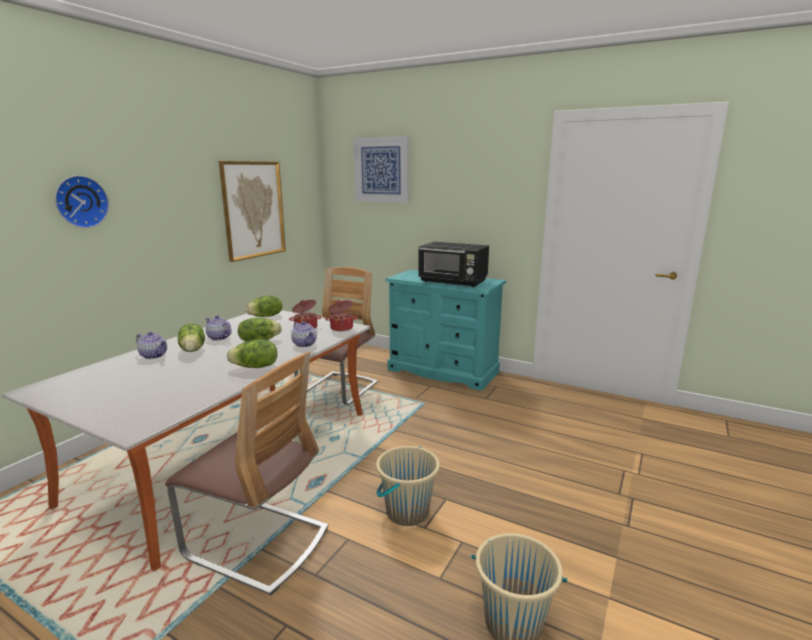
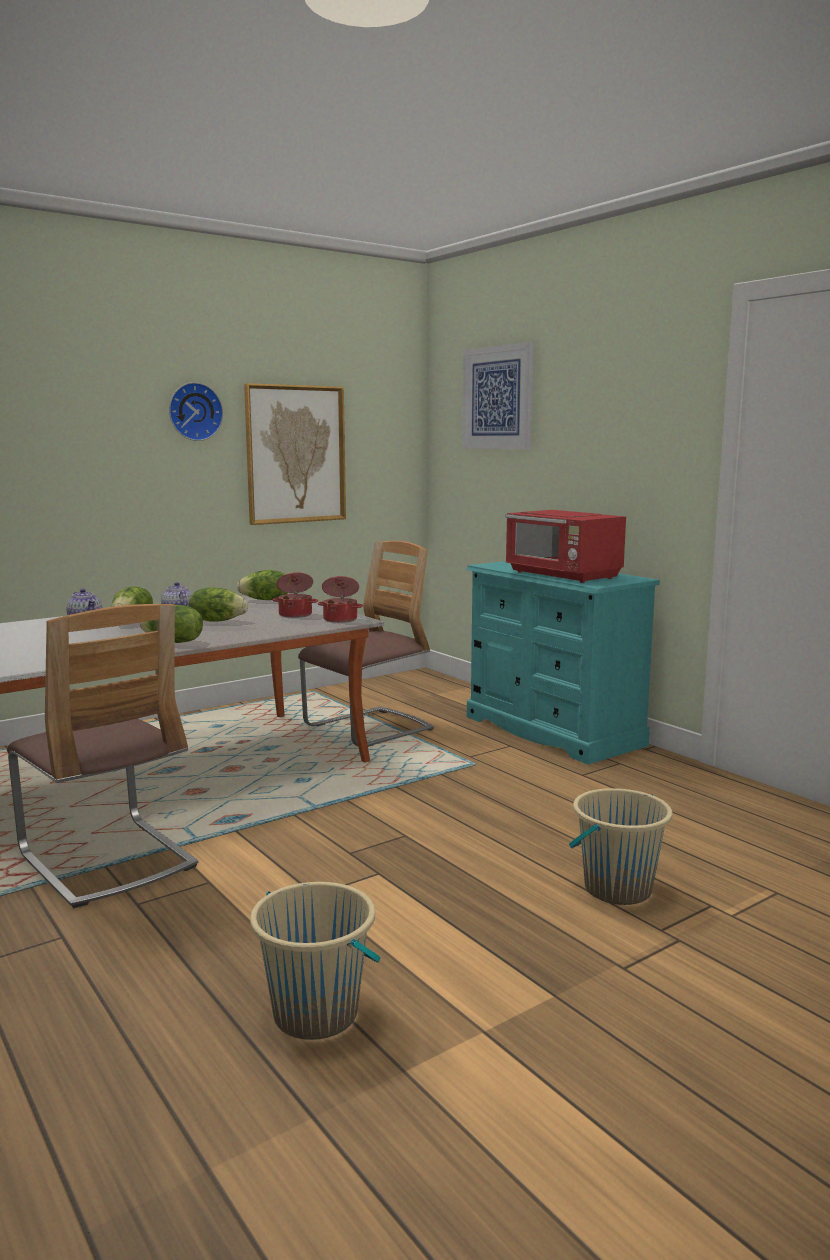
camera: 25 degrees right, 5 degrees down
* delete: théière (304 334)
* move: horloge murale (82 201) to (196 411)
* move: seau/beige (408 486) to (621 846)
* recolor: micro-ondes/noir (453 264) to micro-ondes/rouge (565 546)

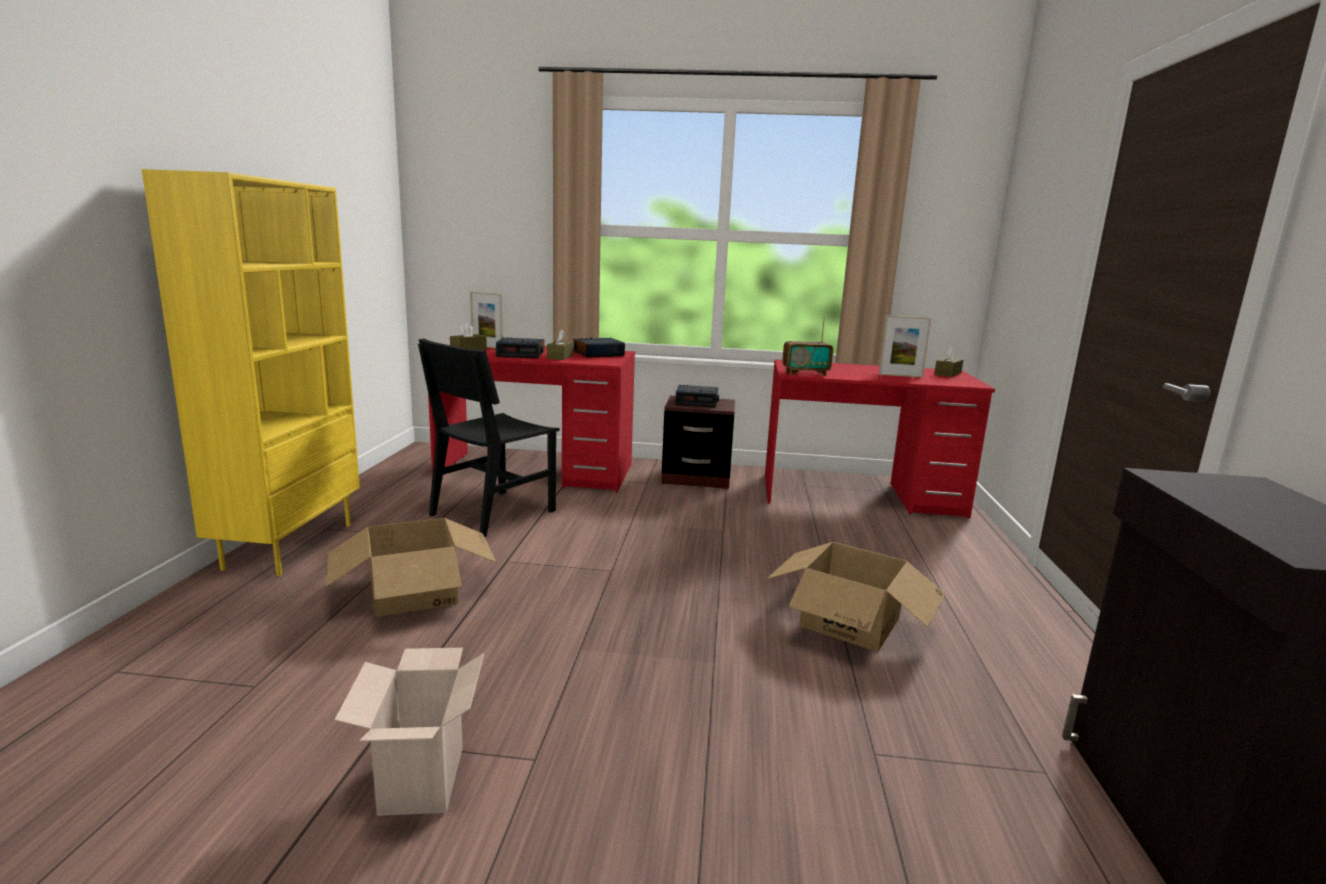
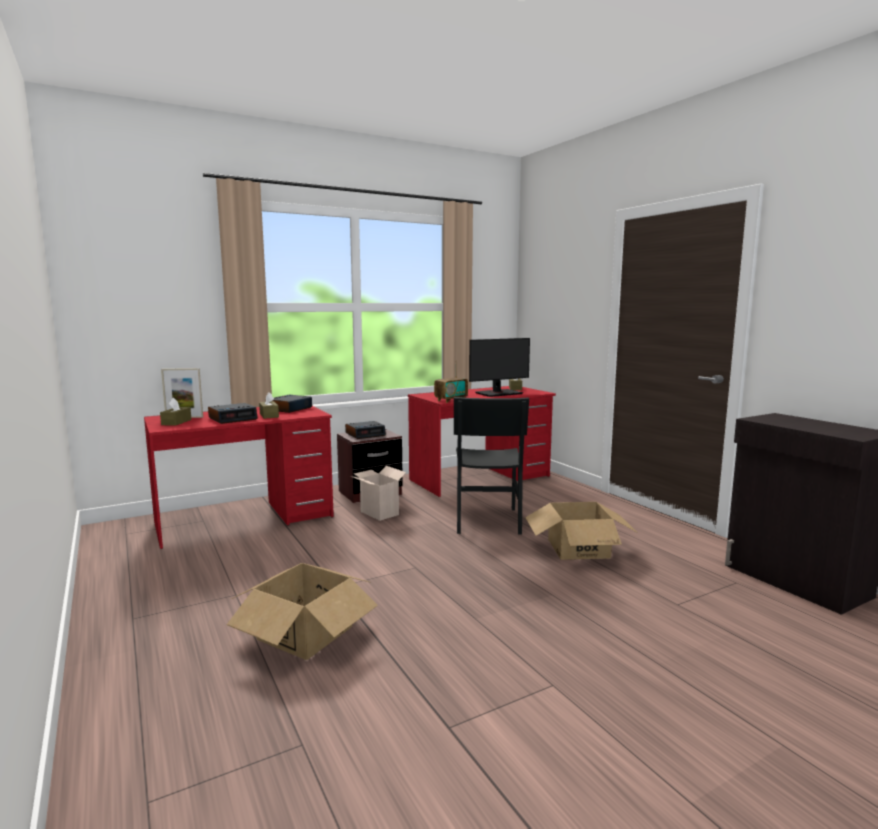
camera: 35 degrees left, 5 degrees down
* delete: bibliothèque/jaune (250 372)
* move: carton (409 732) to (378 493)
* move: chaise/noir (489 437) to (491 466)
* replace: cadre photo (905 346) to écran d'ordinateur (499 367)

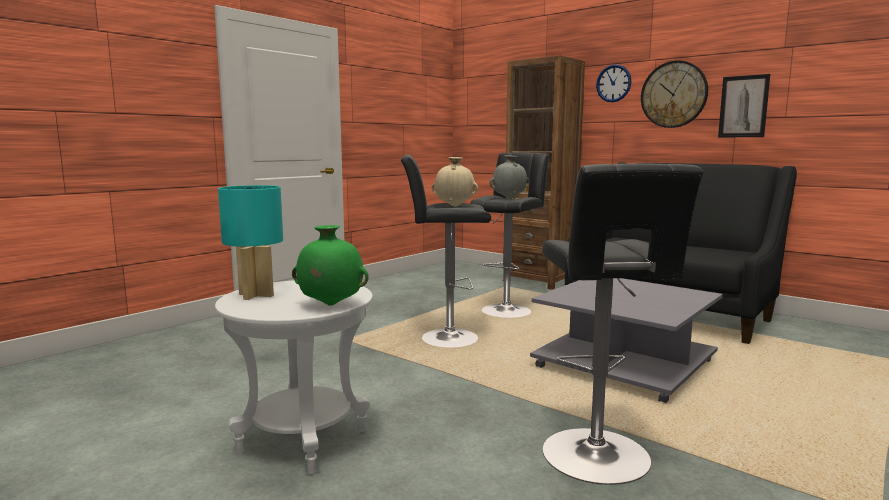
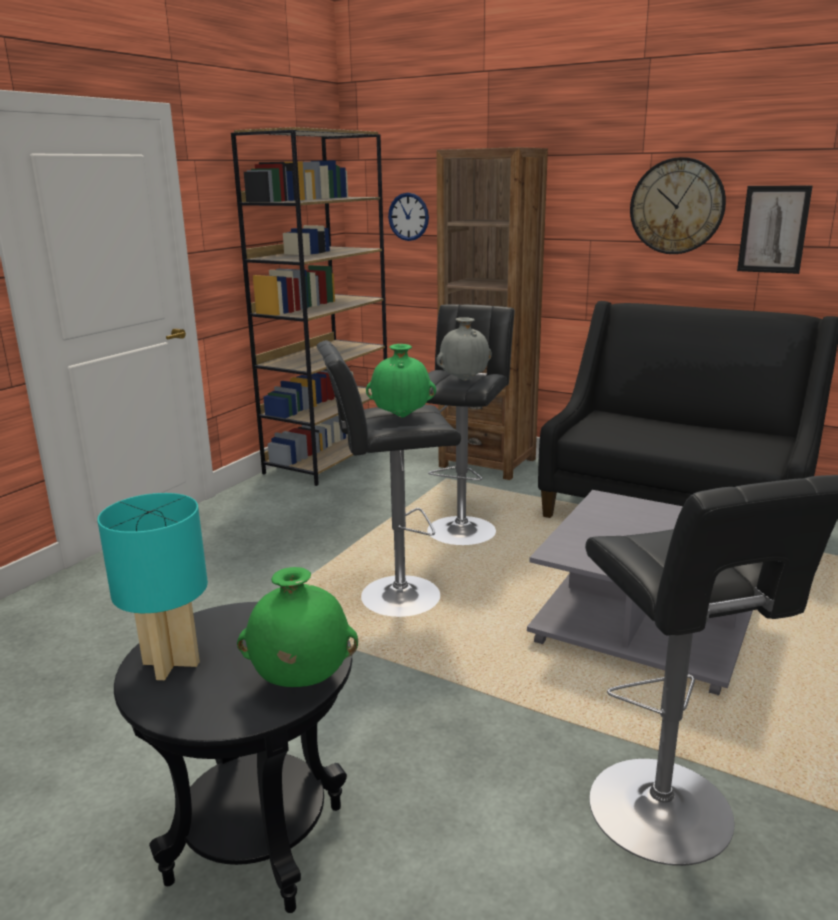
camera: 10 degrees left, 10 degrees up
* insert: bibliothèque/marron (309 306)
* move: horloge murale (613 83) to (408 217)
* recolor: table d'appoint/blanc (294 377) to table d'appoint/noir (233 757)
* recolor: vase/beige (455 182) to vase/vert (401 381)

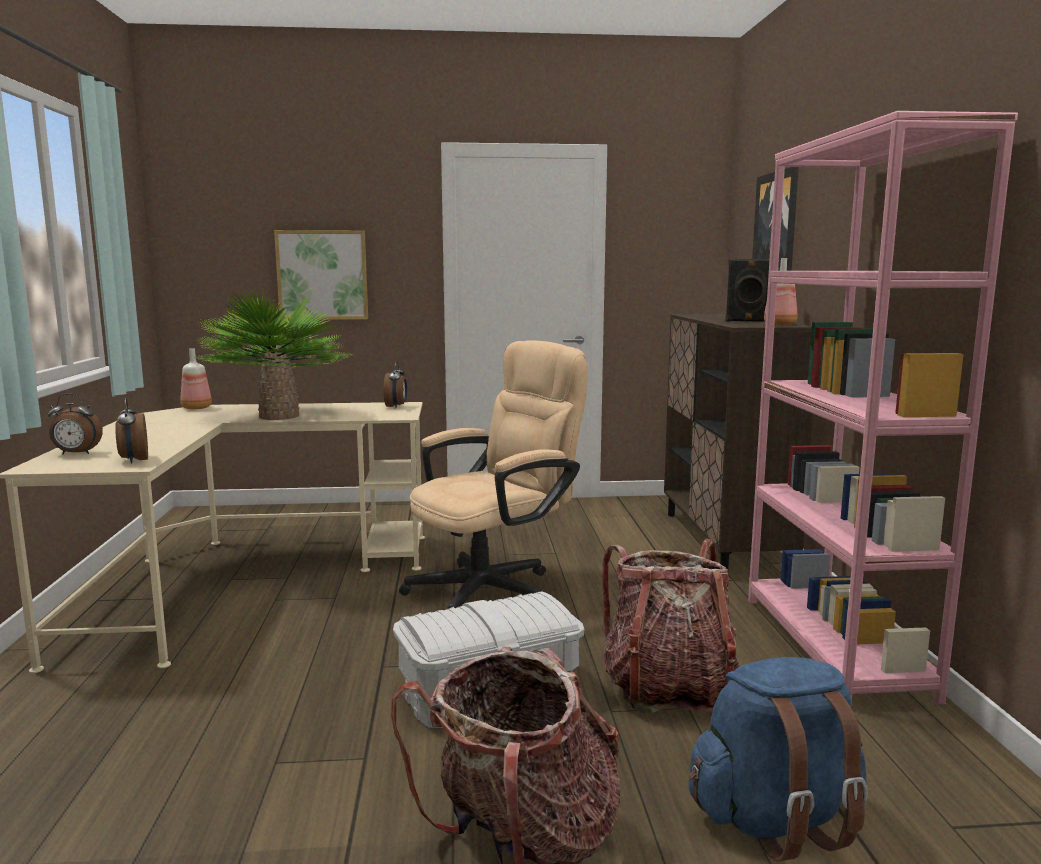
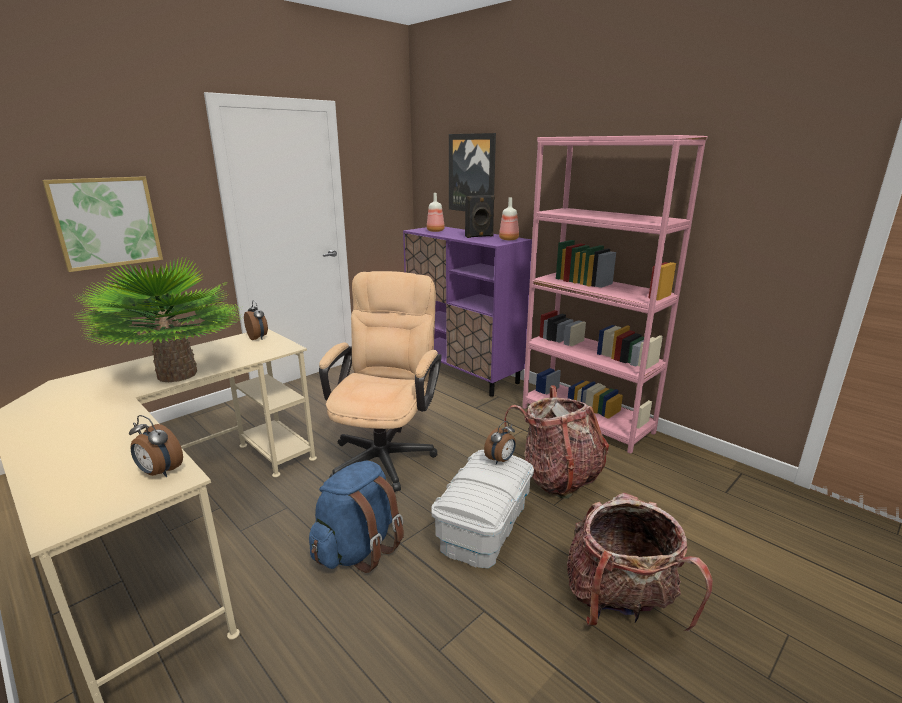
camera: 40 degrees left, 10 degrees up
* move: réveil (75 423) to (500 443)
* move: bouteille (196 378) to (436 212)
* move: sac à dos/bleu (778 759) to (356 517)
* recolor: meuble de rangement/marron (738 441) to meuble de rangement/violet (467 312)

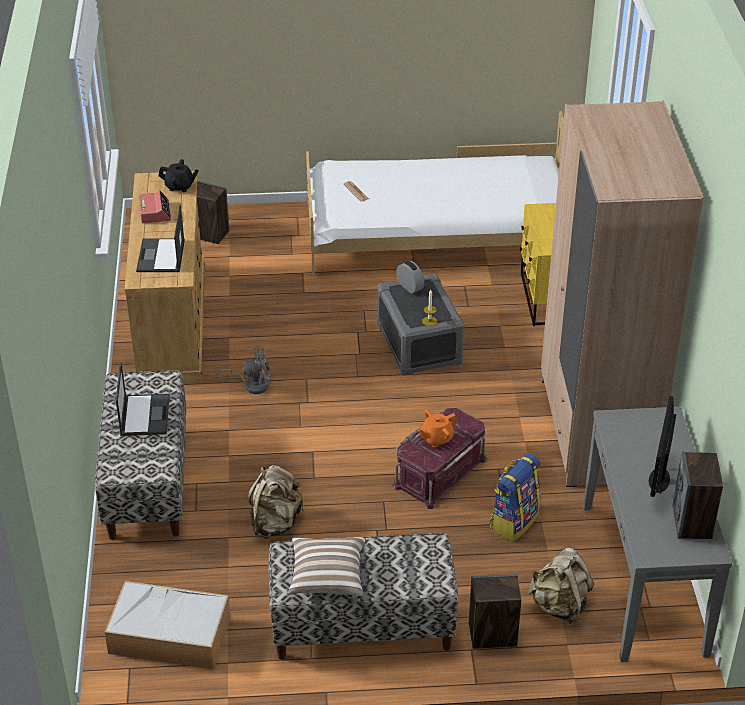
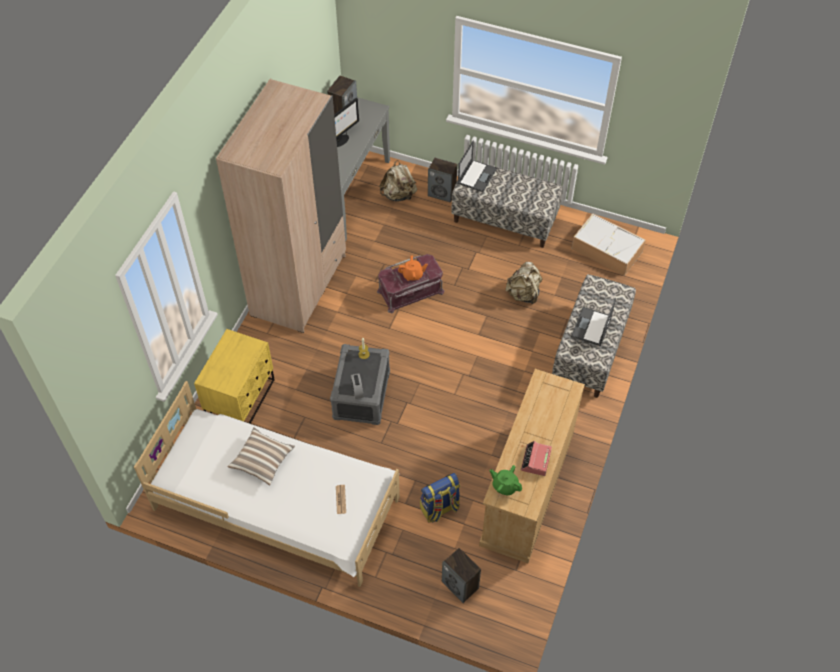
camera: 155 degrees left, 15 degrees up
* delete: ventilateur/gris (244 369)
* move: ordinateur portable (160 238) to (477 166)
* move: coussin (327 566) to (261 456)
* move: sac à dos (515 497) to (440 498)
* recolor: théière/noir (178 175) to théière/vert (506 480)

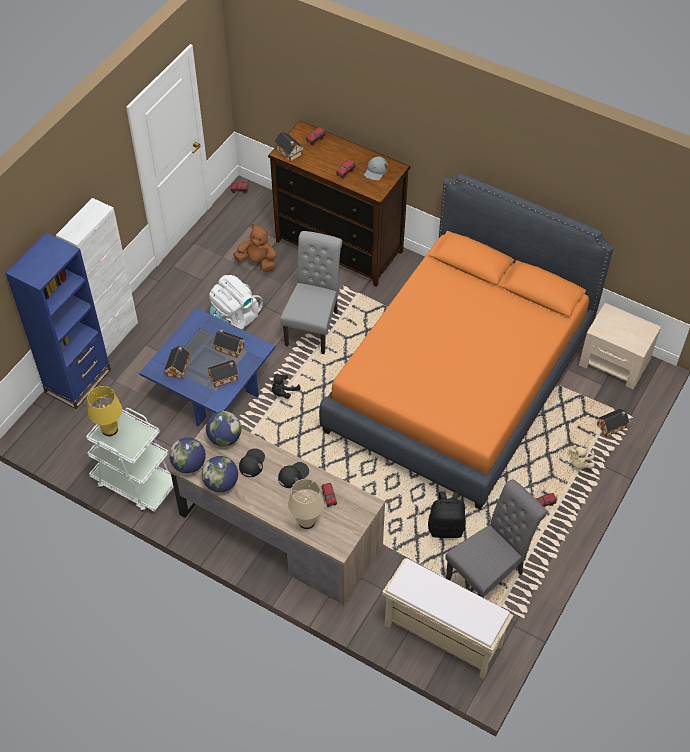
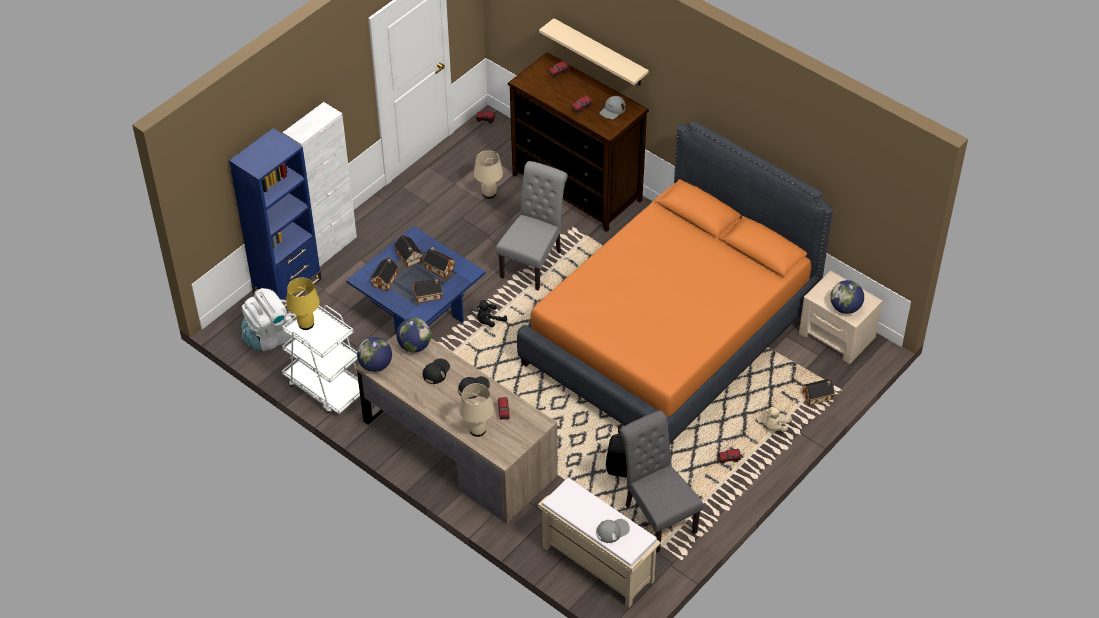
camera: 10 degrees right, 5 degrees down
* insert: étagère/beige (594 52)
* insert: casquette/gris (613 531)
* move: globe (220 474) to (847 297)
* move: sac à dos/blanc (236 302) to (268 319)
* move: maison miniature (288 146) to (408 251)
* replace: peluche/marron (255 248) to lampe de table/beige (488 174)
* rotate: chaise/gris (496 538) = (661 481) 90 degrees counterclockwise

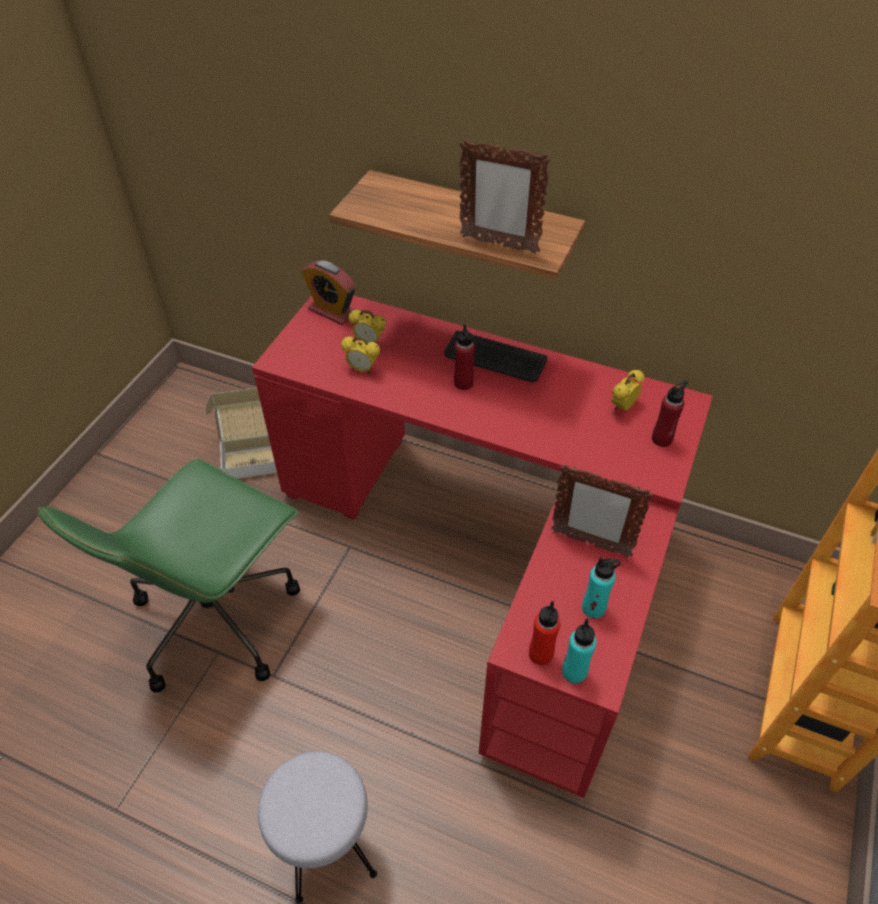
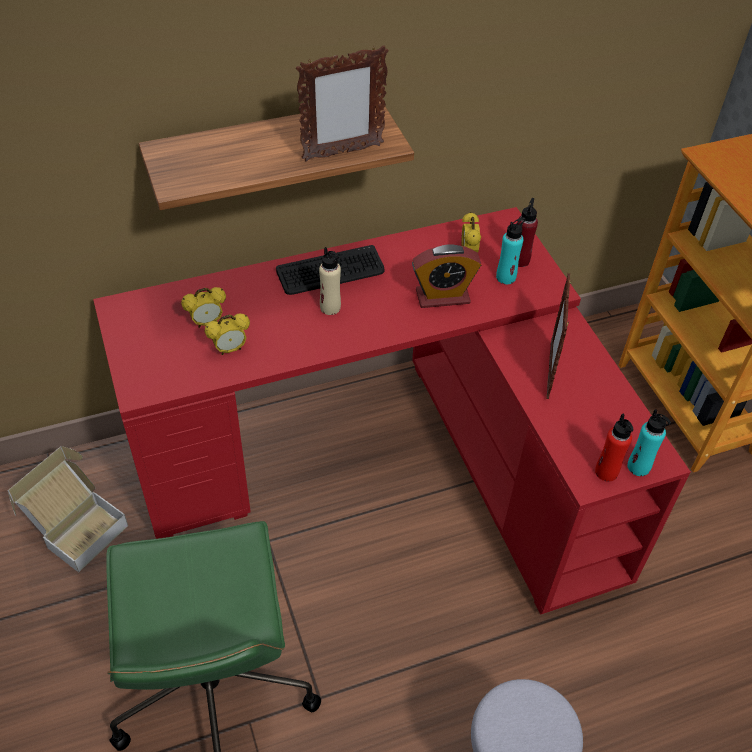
camera: 45 degrees left, 0 degrees up
* move: réveil (328 292) to (446 276)
* move: bouteille/turquoise (601 587) to (511 250)
* recolor: bouteille/rouge (464 357) to bouteille/beige (330 281)
* rotate: cadre photo (602 511) = (558 336) 120 degrees clockwise

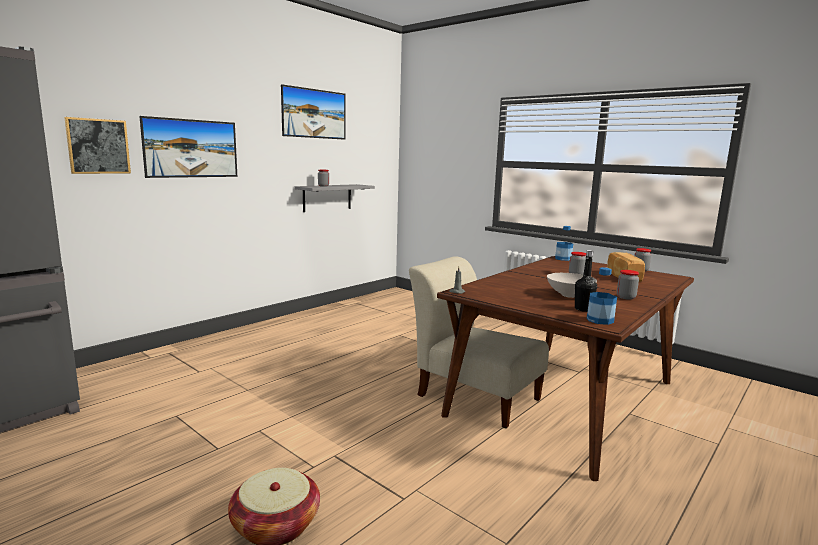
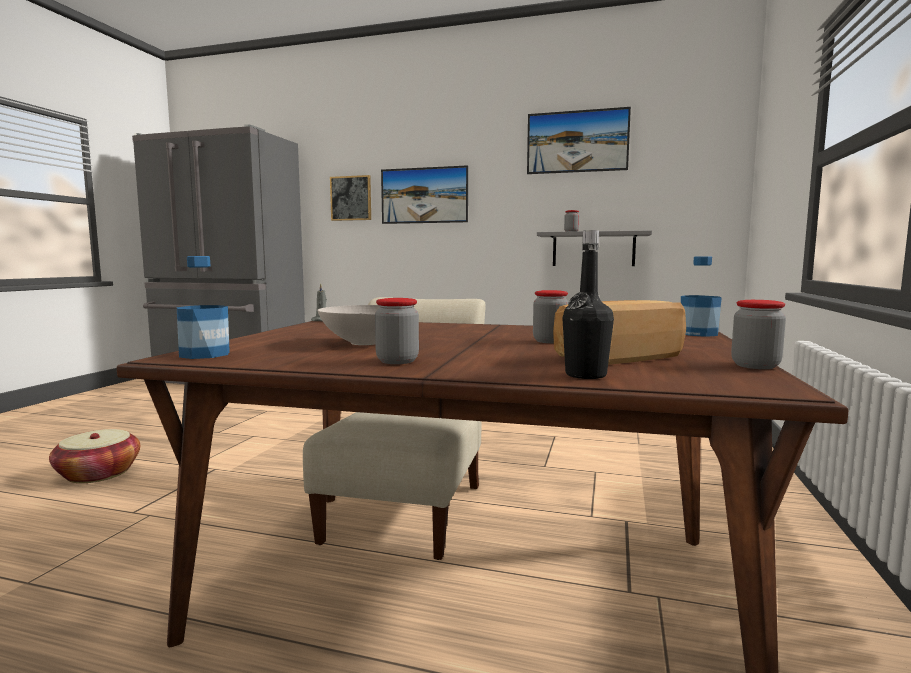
camera: 65 degrees right, 5 degrees down
* move: bouteille/noir (586 281) to (588 304)

